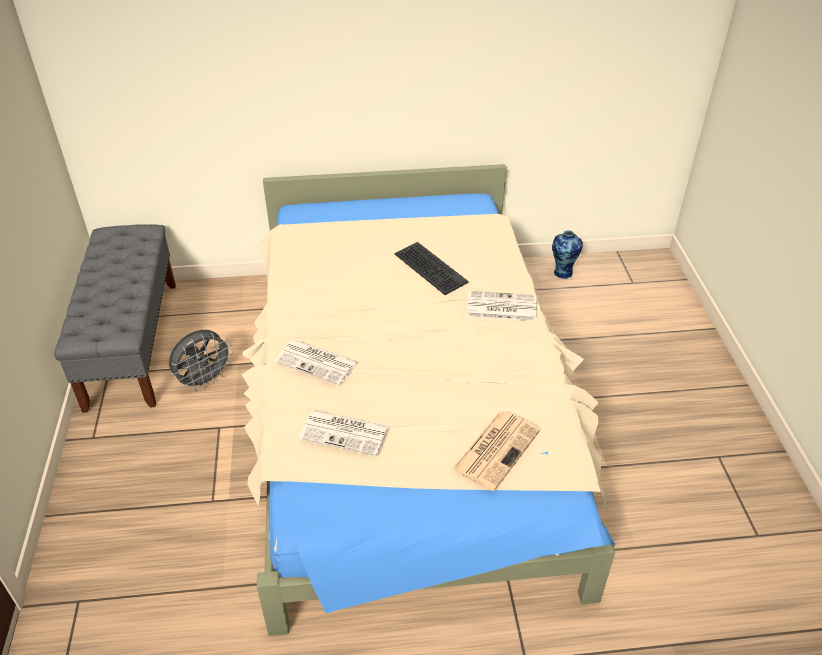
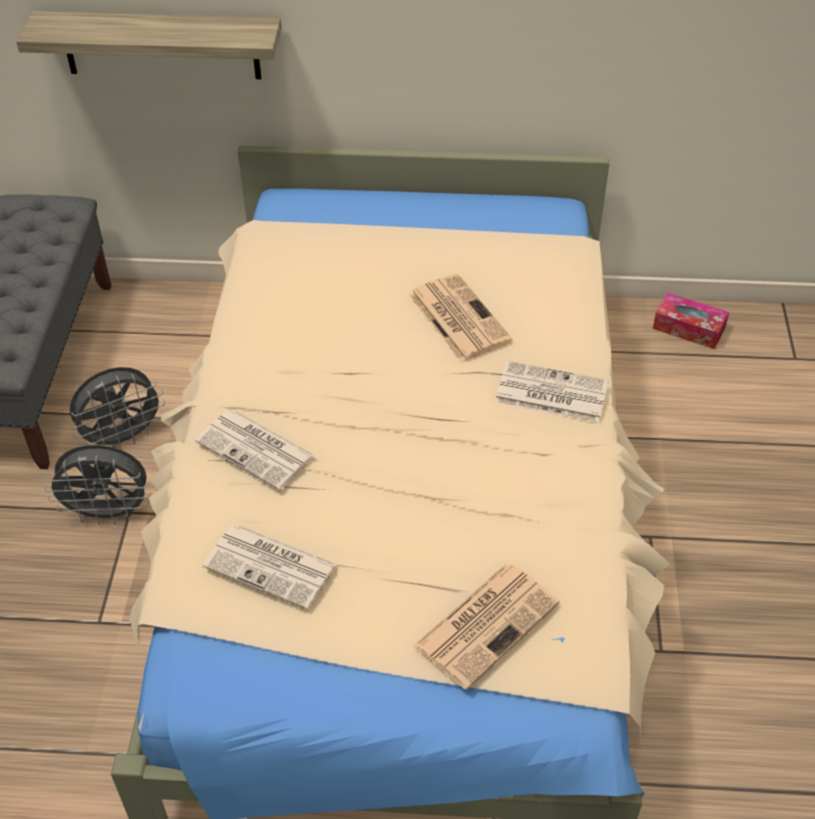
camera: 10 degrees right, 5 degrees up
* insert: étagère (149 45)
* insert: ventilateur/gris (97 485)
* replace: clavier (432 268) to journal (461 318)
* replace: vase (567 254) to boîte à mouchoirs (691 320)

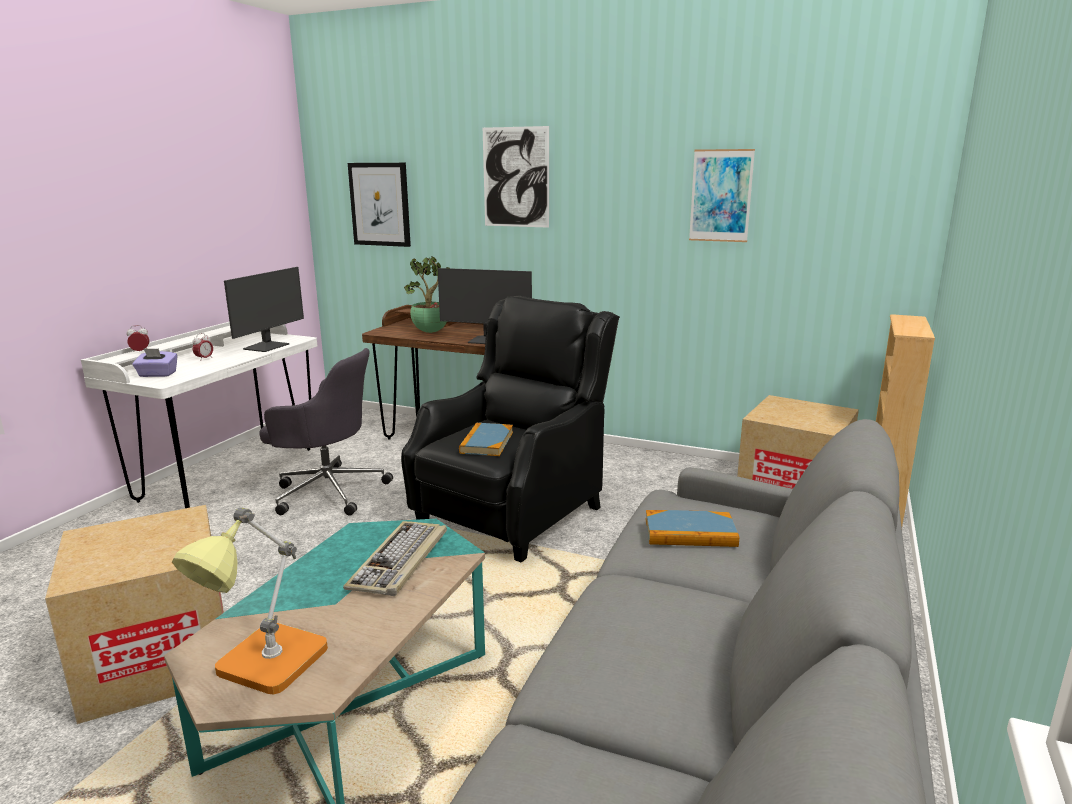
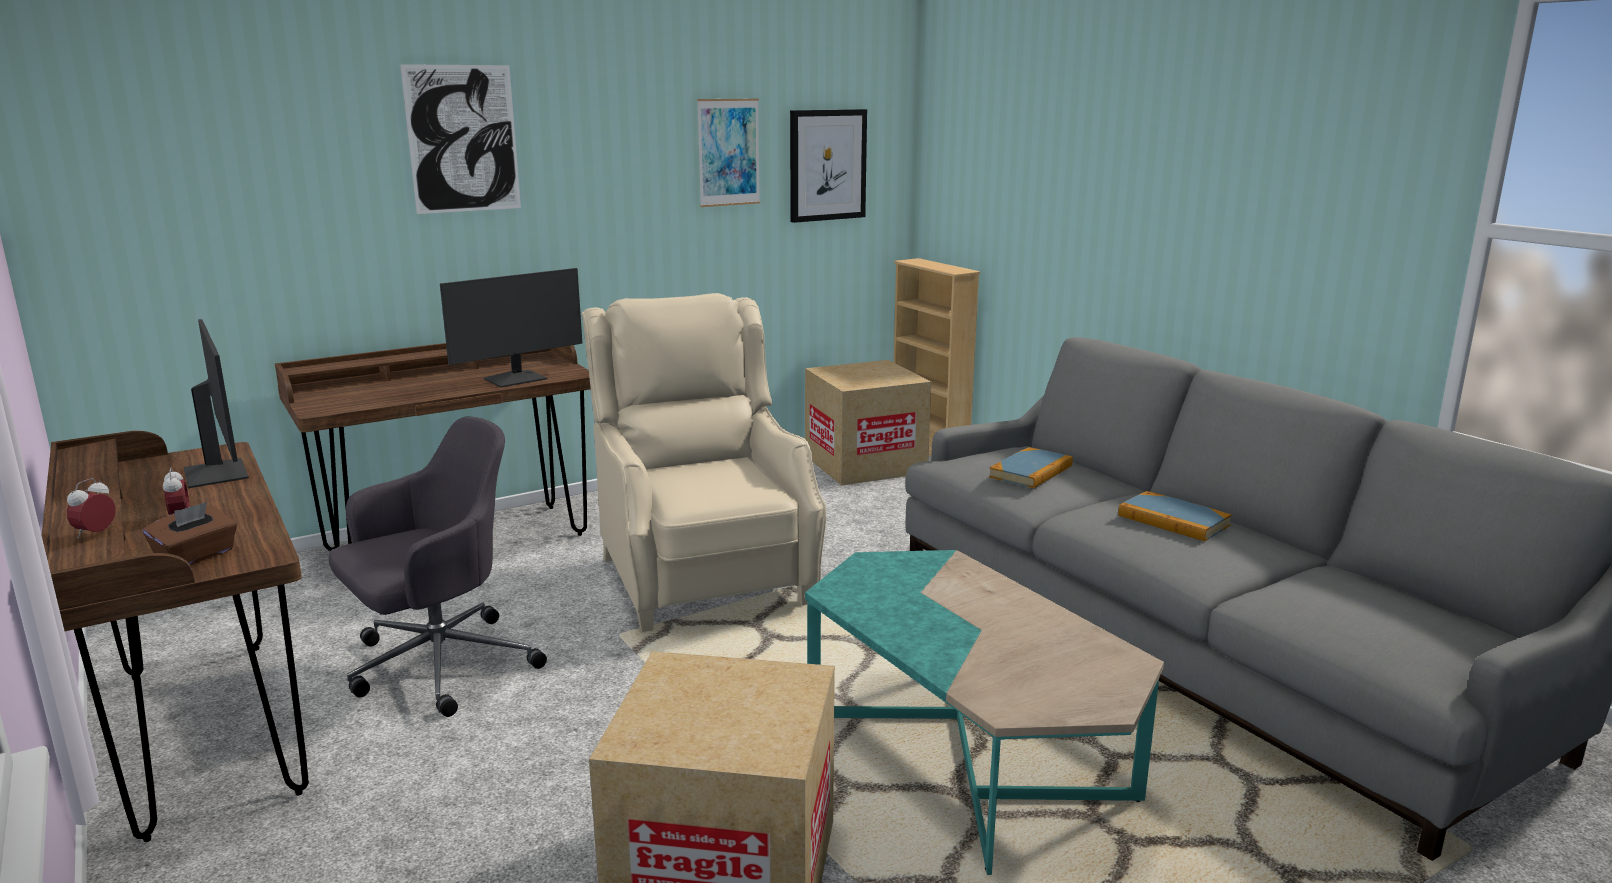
camera: 55 degrees left, 0 degrees up
* delete: lampe de table (250 600)
* delete: clavier (395 558)
* delete: plante en pot (426 294)
* move: tableau (379 205) to (828 166)
* move: livre (486 439) to (1175 516)
* recolor: bureau/blanc (199 415) to bureau/marron (175 636)
* recolor: boîte à mouchoirs/violet (154 362) to boîte à mouchoirs/marron (190 533)
* recolor: fauteuil/noir (510 429) to fauteuil/beige (703 462)

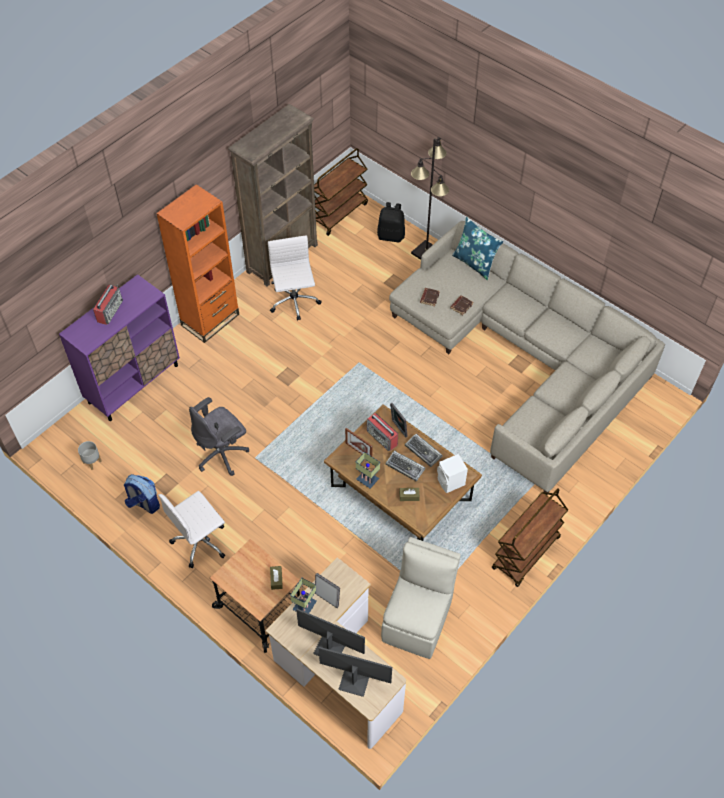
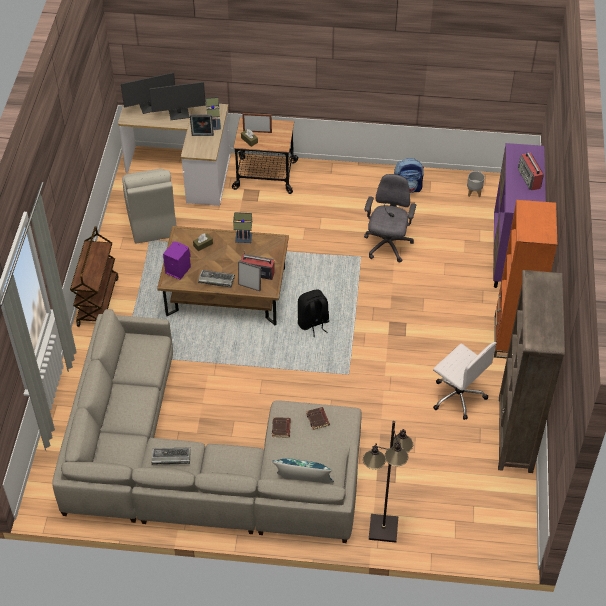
camera: 145 degrees right, 5 degrees down
* delete: chaise de bureau/blanc (191 529)
* delete: chariot/marron (341 192)
* move: cadre photo (358 442) to (257 123)
* move: sac à dos/noir (391 222) to (313 313)
* move: clavier (405 466) to (171 456)
* recolor: enceinte/blanc (452 473) to enceinte/violet (177 260)

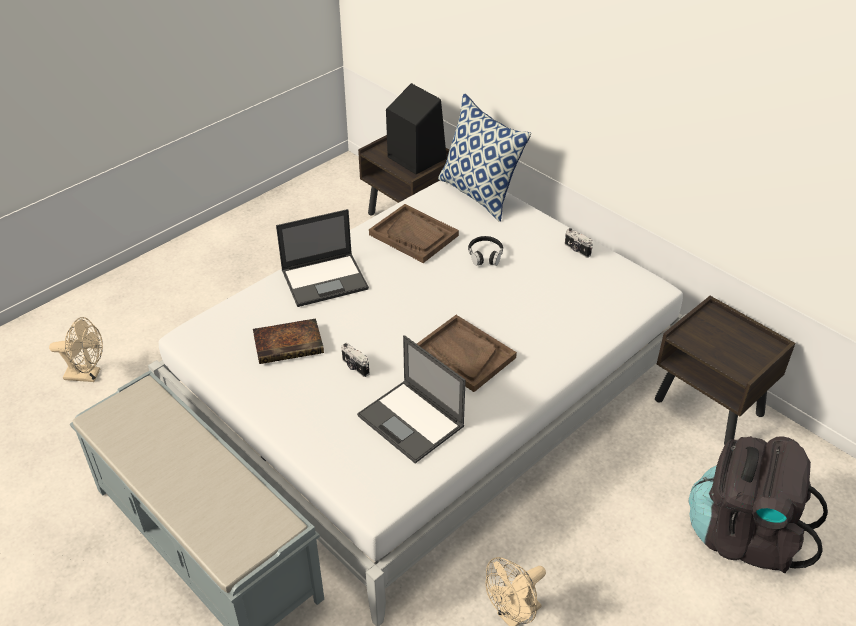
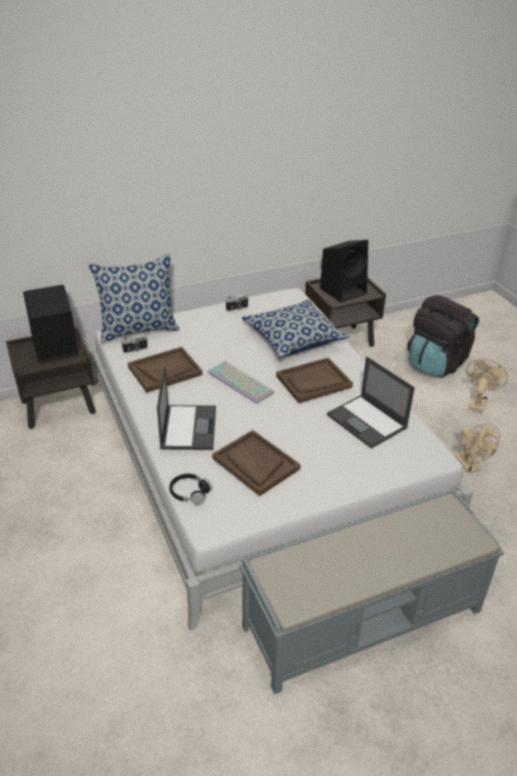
camera: 70 degrees left, 5 degrees down
* insert: clavier (241 382)
* insert: coussin (295 328)
* insert: enceinte/noir (344 271)
* move: ventilateur/beige (76 349) to (487 386)
* move: appareil photo (355 360) to (134 343)
* move: casque audio/noir (485 251) to (190 489)
* replace: livre (288 341) to plateau/marron (256 463)
* rotate: ordinateur portable (411 399) = (371 403) 75 degrees clockwise

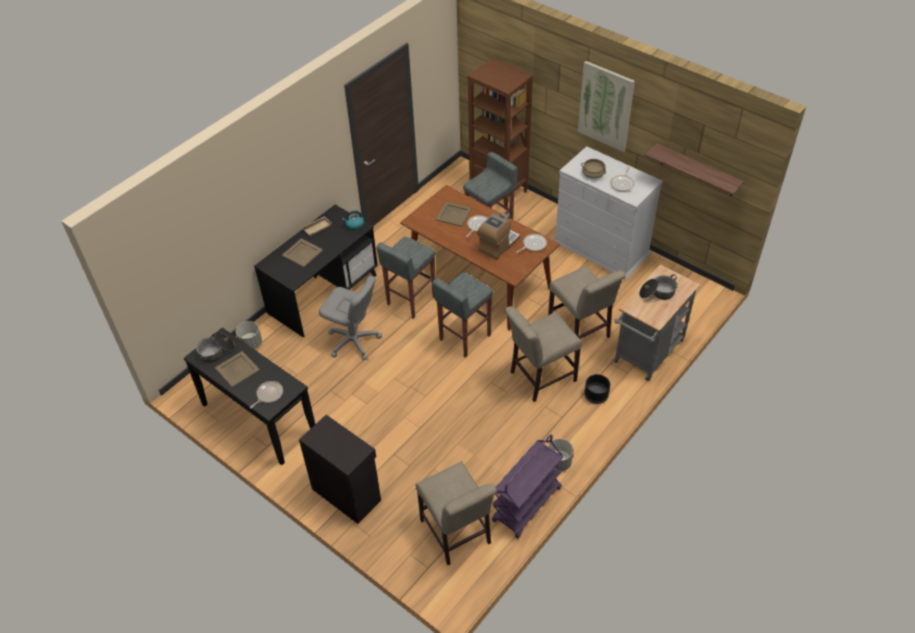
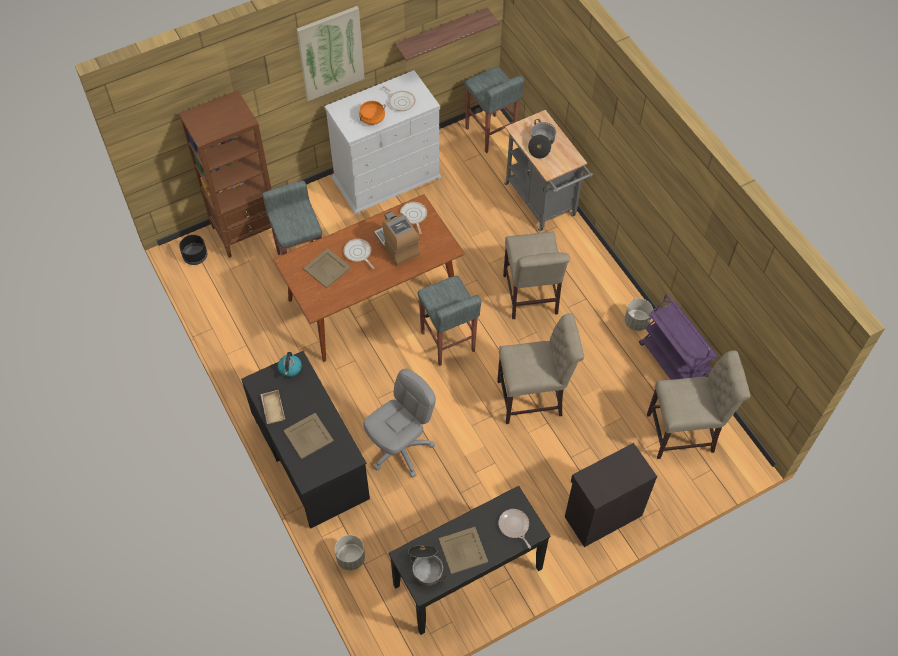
camera: 70 degrees left, 10 degrees up
* move: tabouret/gris (406 278) to (494 110)
* move: chaise/beige (587 302) to (540 368)
* move: cache-pot/noir (597 389) to (193 250)
* recolor: marmite/beige (593 169) to marmite/orange (372 113)

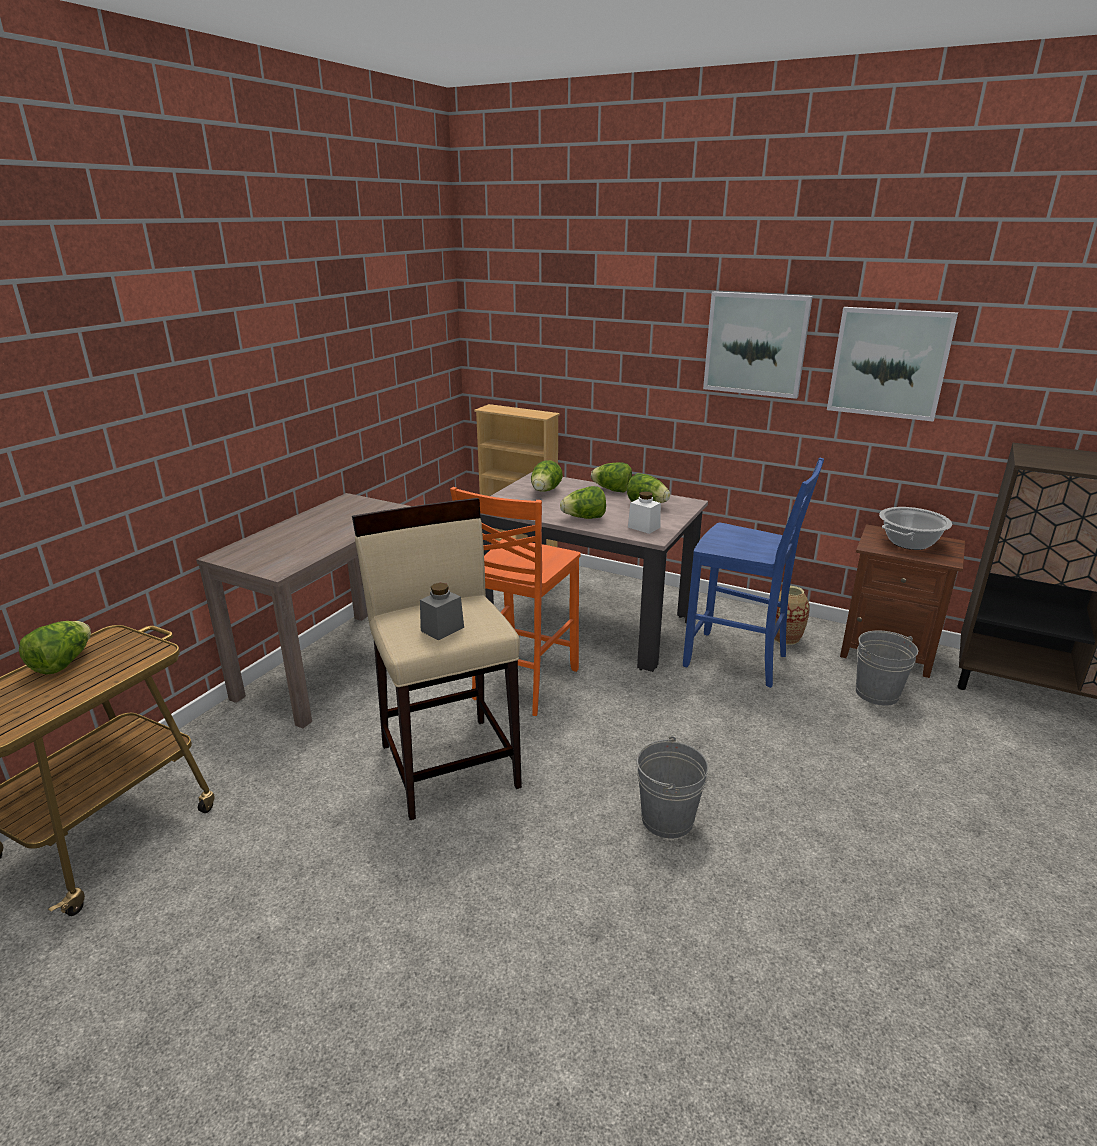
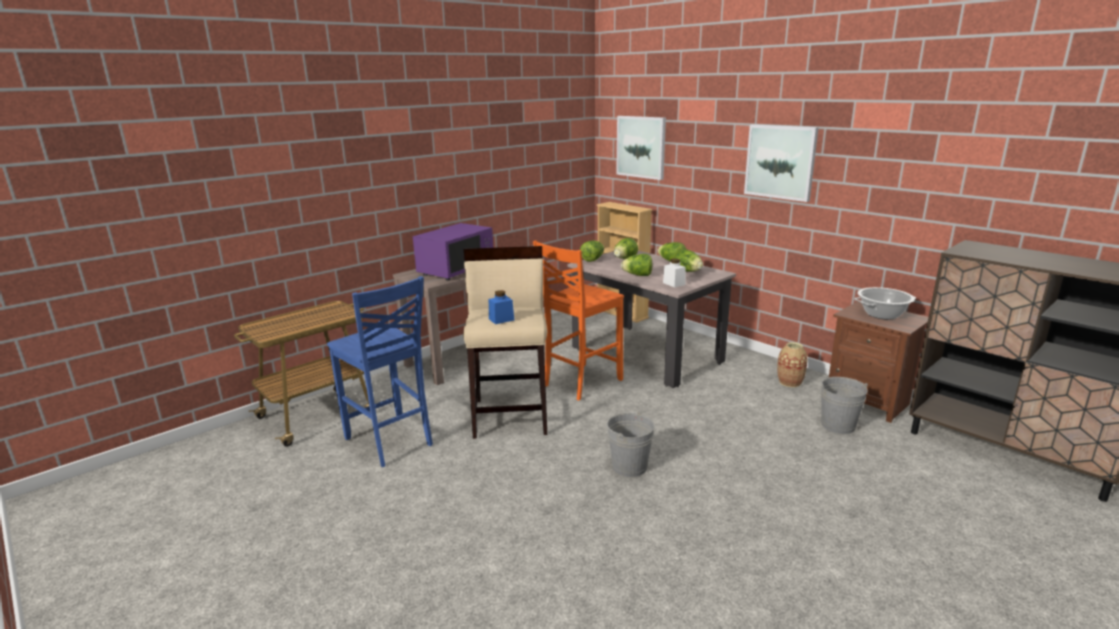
camera: 20 degrees right, 5 degrees down
* insert: micro-ondes/violet (453 252)
* move: laitue (55 648) to (592 251)
* move: chaise/bleu (753 573) to (380 371)
* move: tableau (892 364) to (641 148)
* recolor: bocal/gris (442 611) to bocal/bleu (501 307)

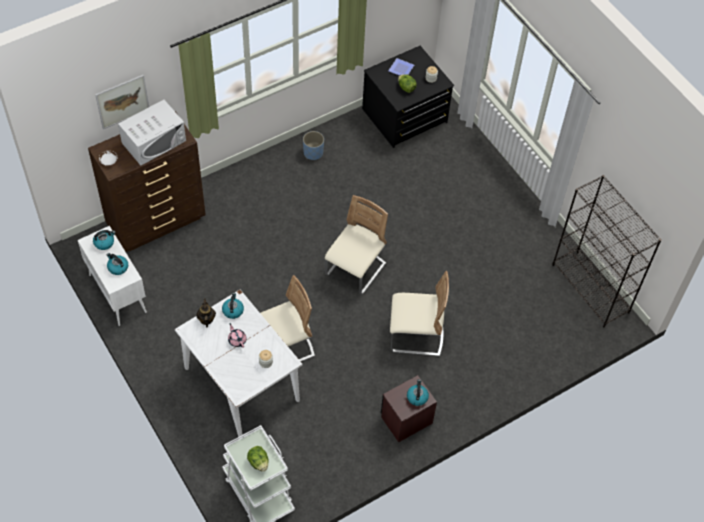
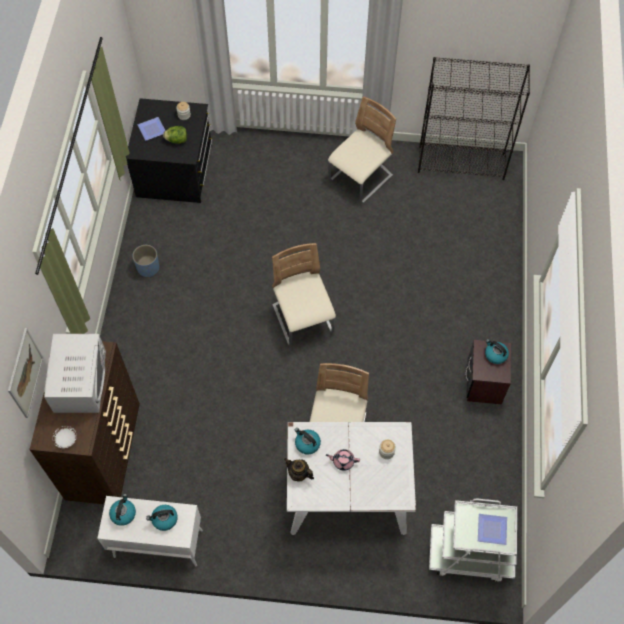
camera: 50 degrees left, 5 degrees up
* move: chaise/beige (419 313) to (362 149)
* replace: laitue (258 459) to assiette (492 529)

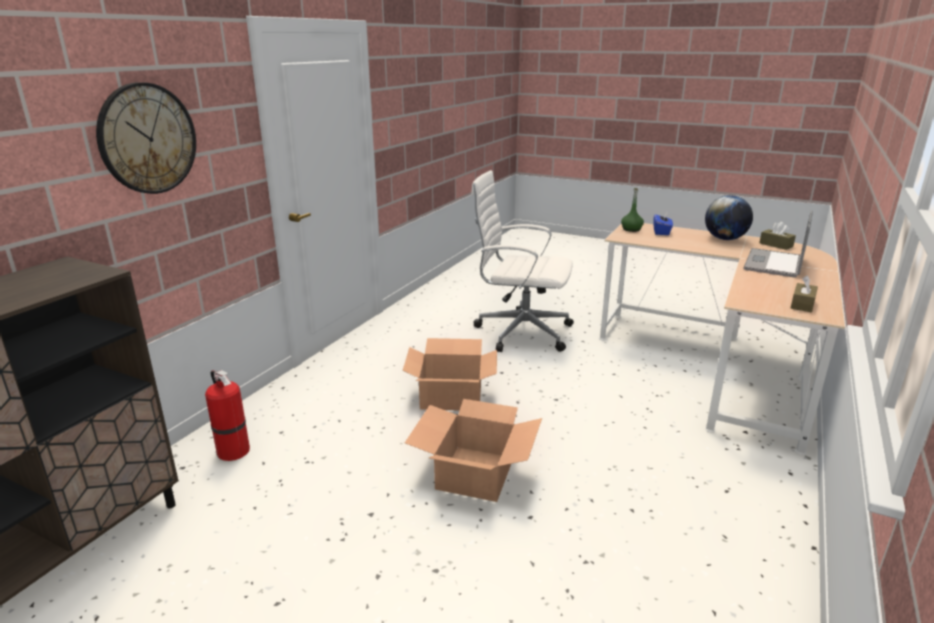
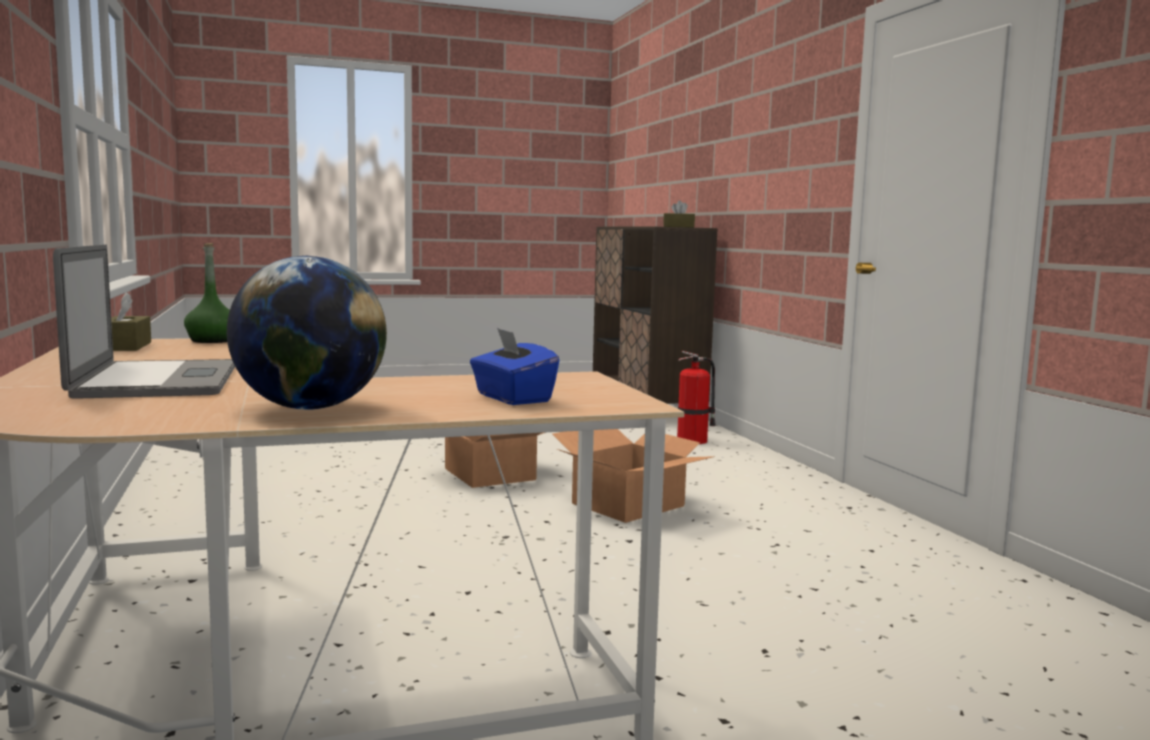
camera: 135 degrees right, 15 degrees down
* delete: horloge murale (146 138)
* delete: chaise de bureau/blanc (522 261)
* move: bouteille/vert (632 210) to (207 293)
* move: boîte à mouchoirs/marron (777 236) to (679 214)

